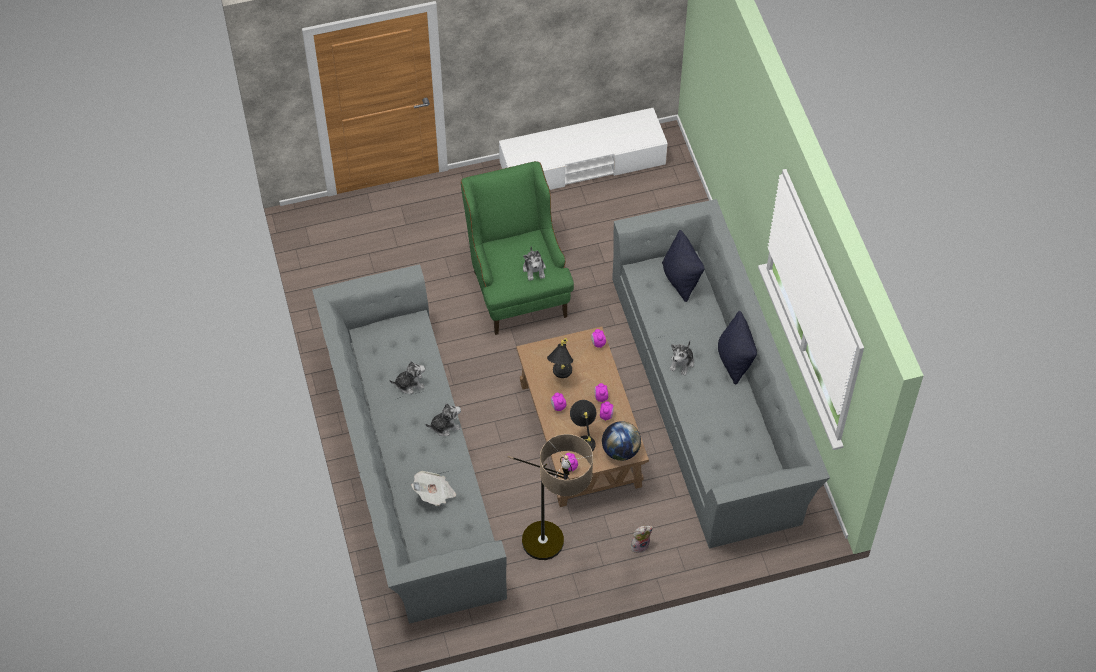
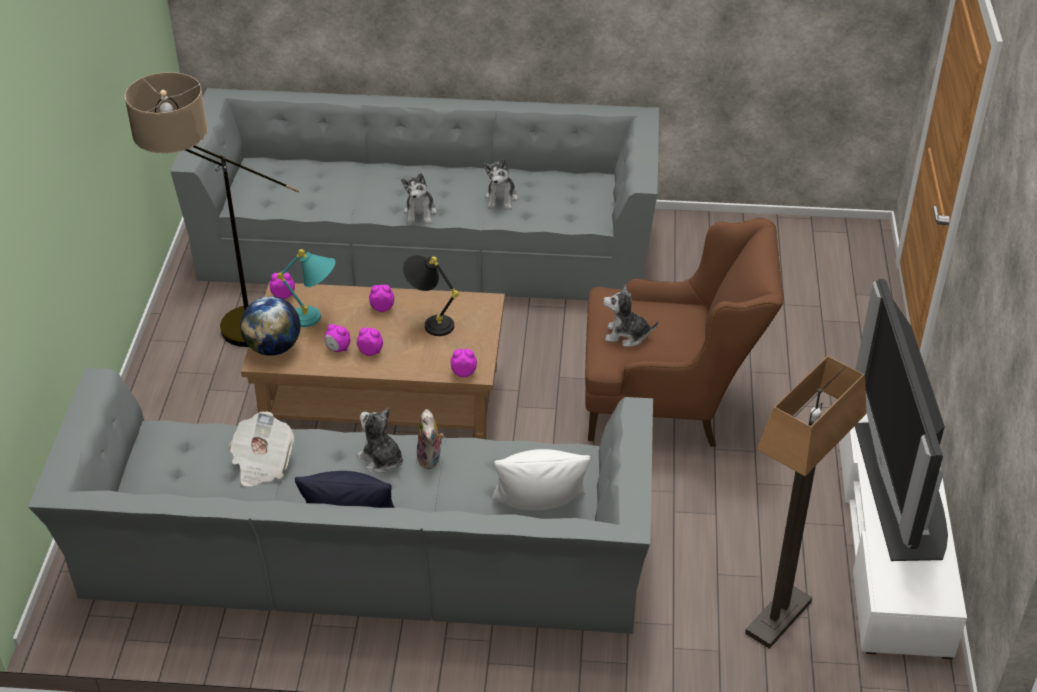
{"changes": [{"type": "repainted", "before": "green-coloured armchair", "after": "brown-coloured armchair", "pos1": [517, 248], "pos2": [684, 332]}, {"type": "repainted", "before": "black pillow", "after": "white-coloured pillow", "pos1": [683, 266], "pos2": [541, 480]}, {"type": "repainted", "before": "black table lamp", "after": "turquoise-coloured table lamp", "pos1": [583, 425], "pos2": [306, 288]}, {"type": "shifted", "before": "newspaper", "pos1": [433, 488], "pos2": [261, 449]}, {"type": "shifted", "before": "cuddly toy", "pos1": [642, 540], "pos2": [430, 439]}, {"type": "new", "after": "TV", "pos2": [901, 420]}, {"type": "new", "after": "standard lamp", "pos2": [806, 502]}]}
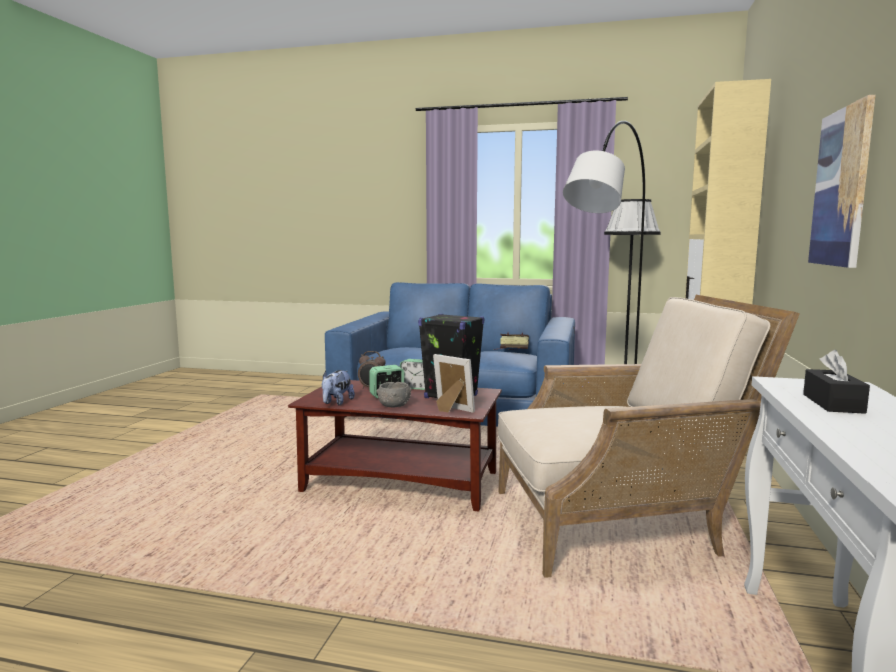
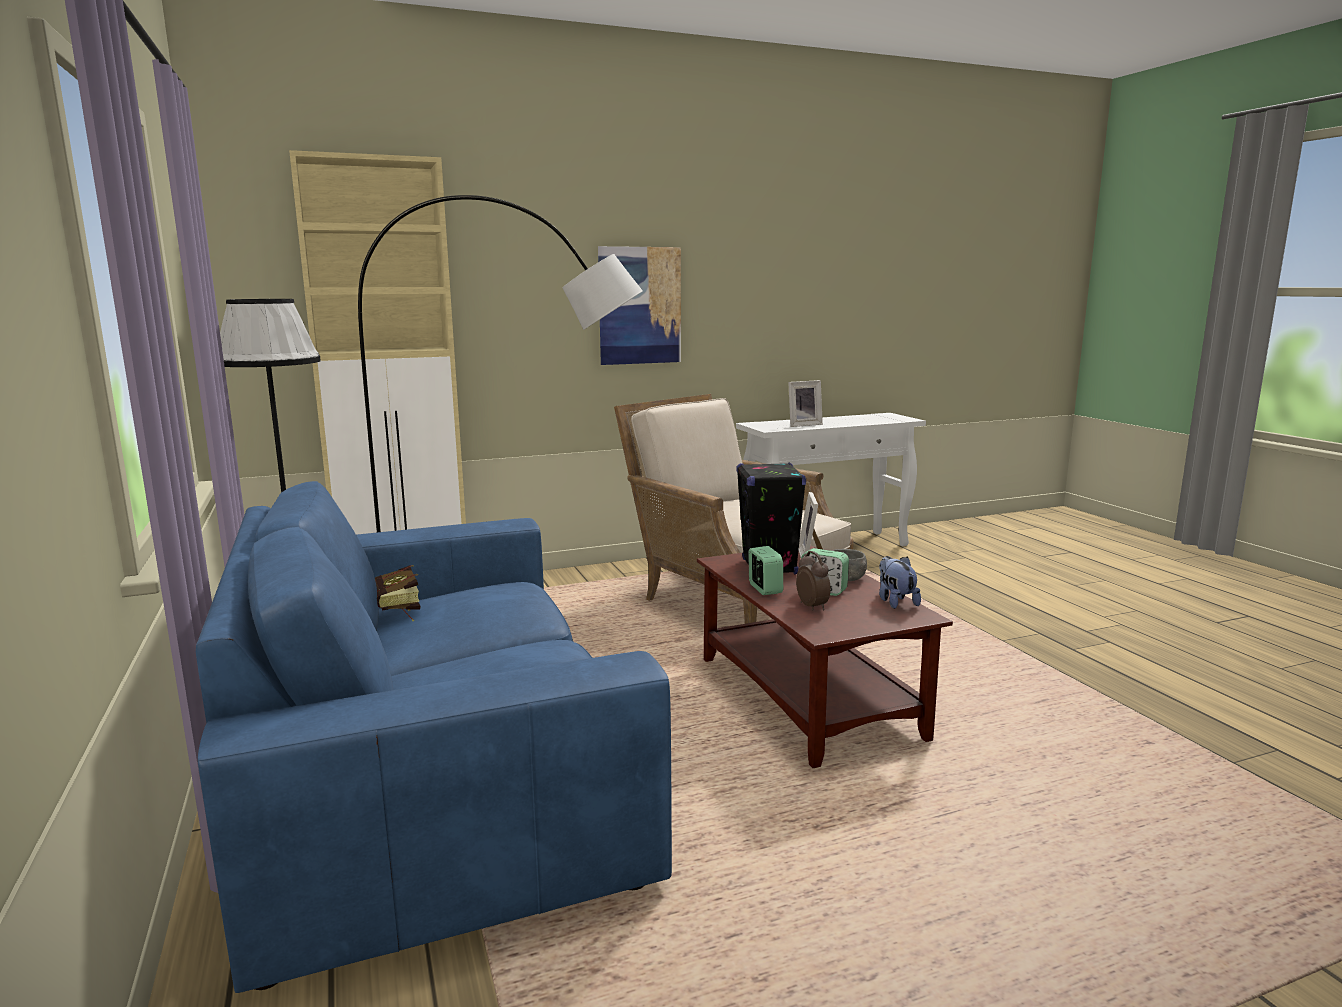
{"changes": [{"type": "swapped", "before": "black tissue box", "after": "photo frame", "pos1": [836, 382], "pos2": [805, 403]}, {"type": "rotated", "before": "cuddly toy", "pos1": [338, 387], "pos2": [900, 582], "turn": -90}]}
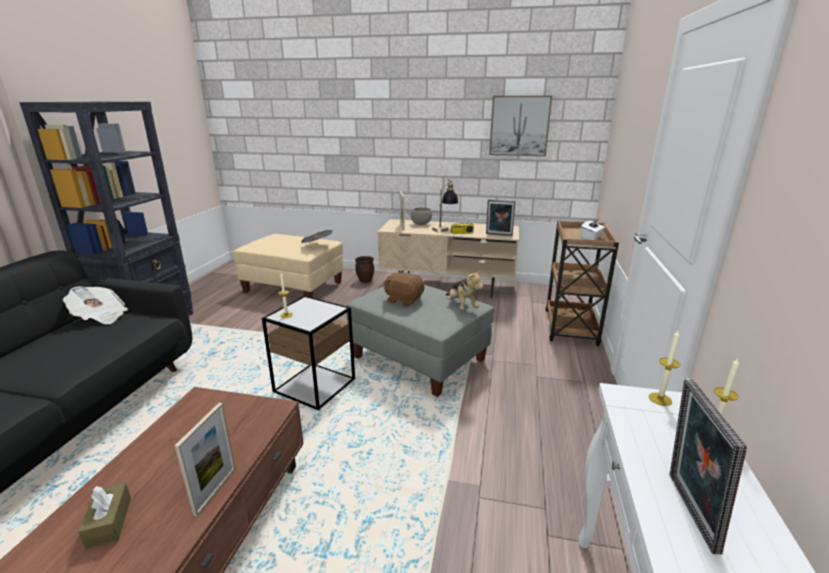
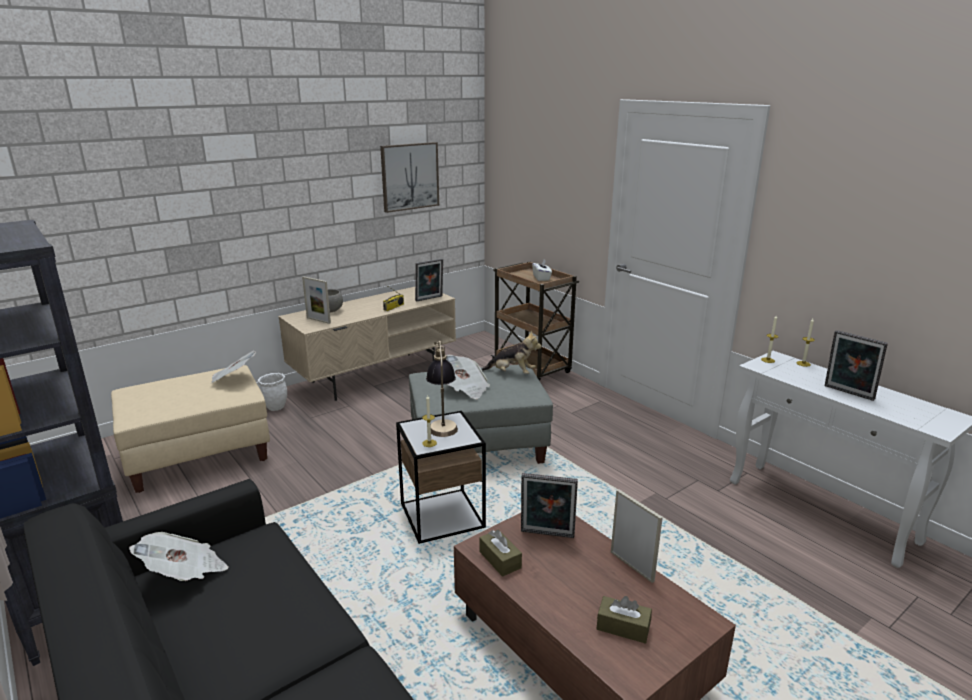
{"changes": [{"type": "shifted", "before": "table lamp", "pos1": [445, 205], "pos2": [442, 389]}, {"type": "repainted", "before": "brown-coloured flower pot", "after": "white-coloured flower pot", "pos1": [364, 269], "pos2": [272, 392]}, {"type": "swapped", "before": "brown-coloured cuddly toy", "after": "newspaper", "pos1": [404, 289], "pos2": [468, 377]}, {"type": "new", "after": "photo frame", "pos2": [549, 505]}, {"type": "new", "after": "brown-coloured tissue box", "pos2": [500, 553]}]}
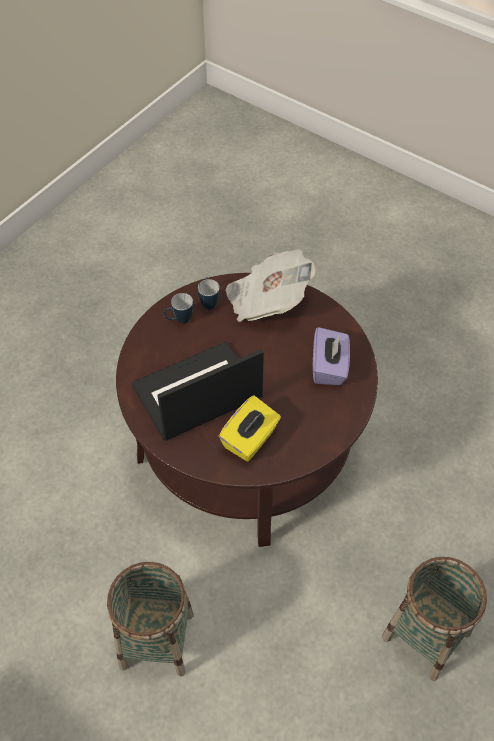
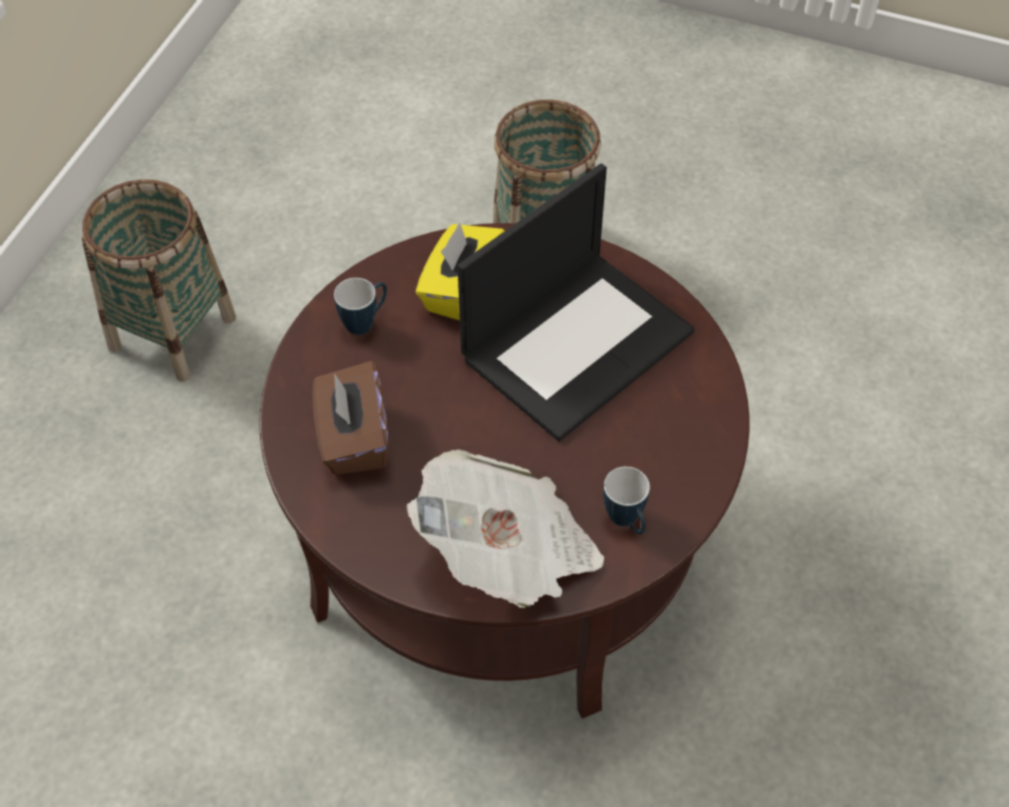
{"changes": [{"type": "shifted", "before": "mug", "pos1": [178, 308], "pos2": [360, 306]}, {"type": "repainted", "before": "purple-coloured tissue box", "after": "brown-coloured tissue box", "pos1": [331, 356], "pos2": [350, 418]}]}
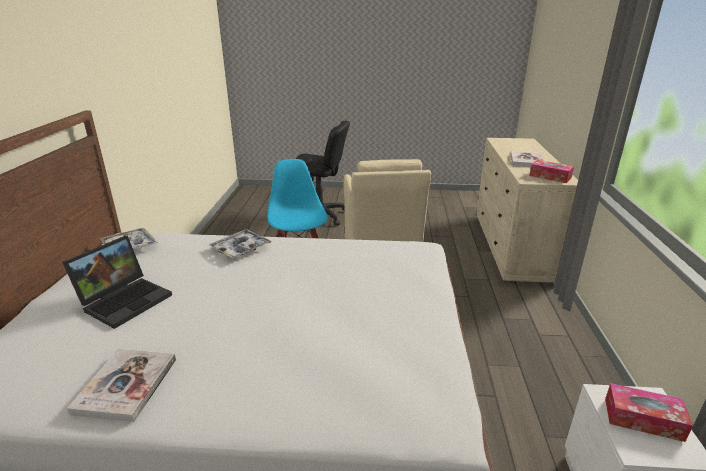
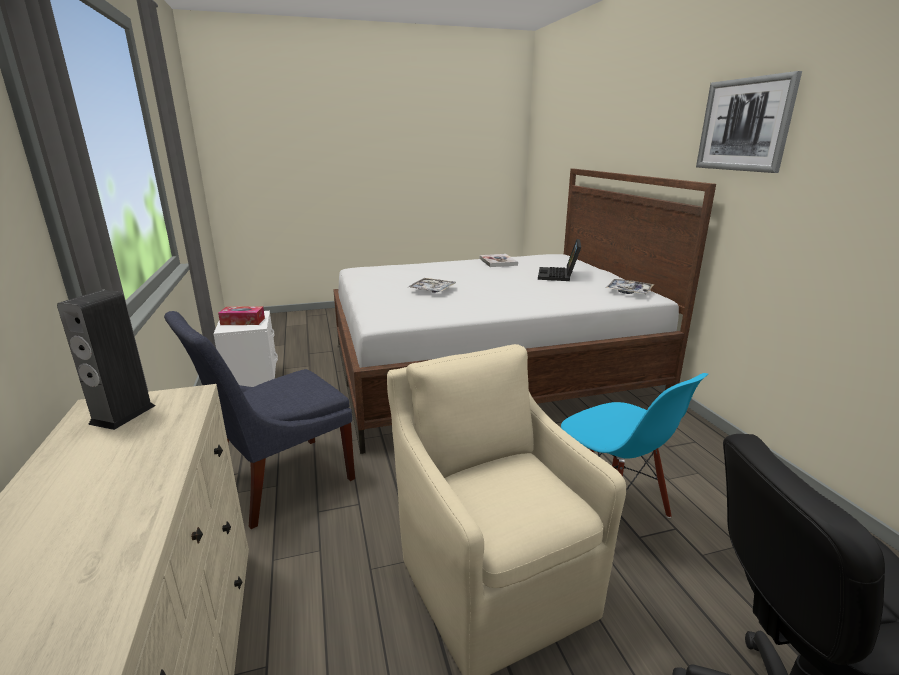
{"changes": [{"type": "gone", "before": "bound book", "pos1": [527, 159]}, {"type": "swapped", "before": "tissue box", "after": "audio speaker", "pos1": [552, 171], "pos2": [106, 360]}, {"type": "shifted", "before": "carrying tray", "pos1": [240, 244], "pos2": [431, 285]}, {"type": "new", "after": "wall picture", "pos2": [749, 122]}, {"type": "new", "after": "blue-coloured plain chair", "pos2": [259, 420]}]}
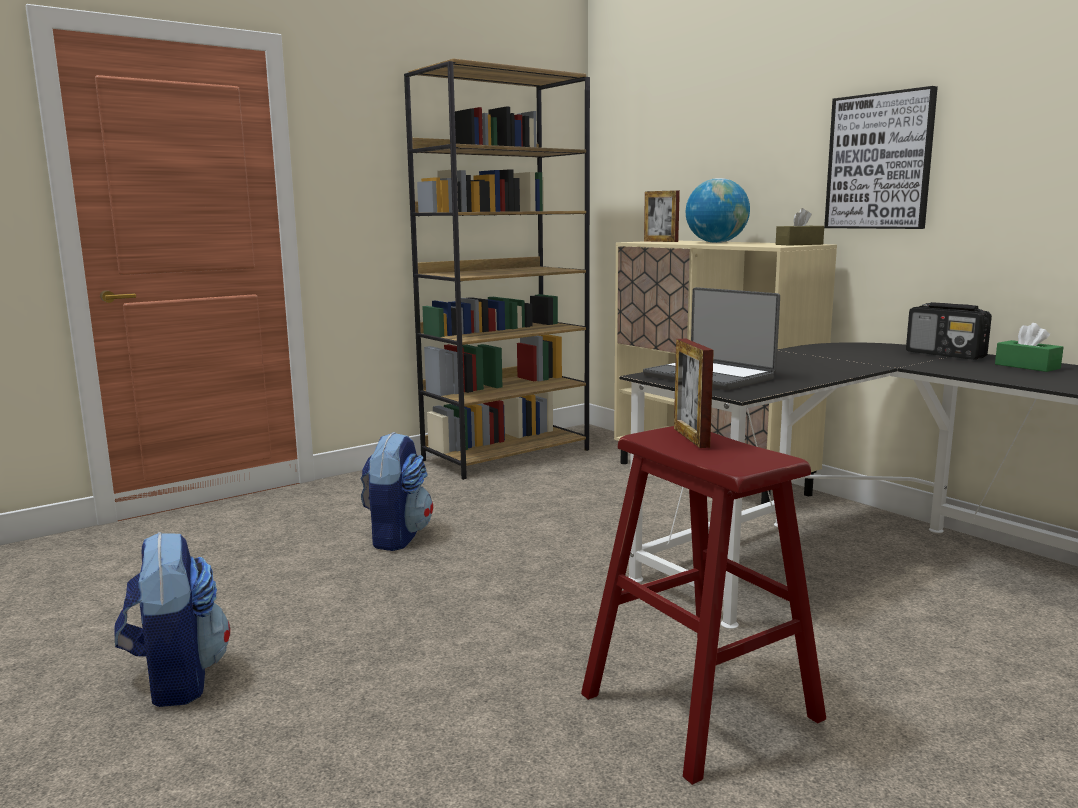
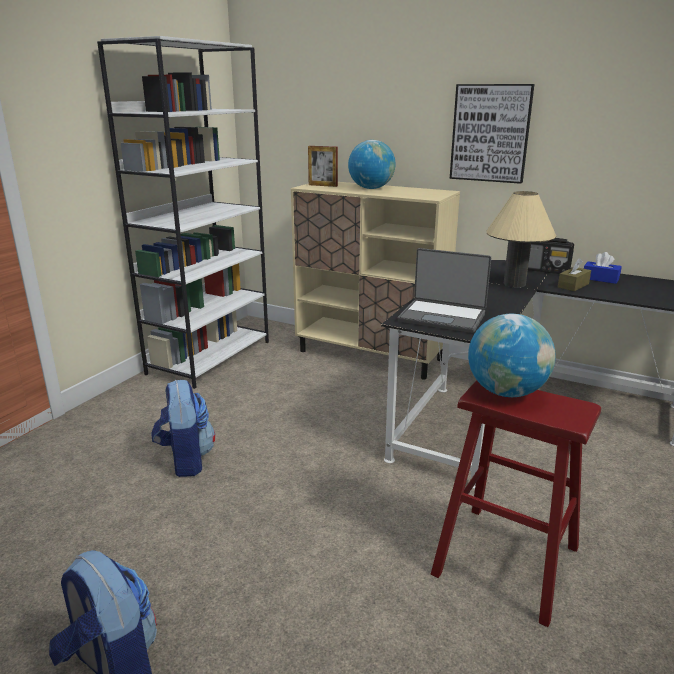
{"changes": [{"type": "repainted", "before": "brown-coloured bookshelf", "after": "white-coloured bookshelf", "pos1": [497, 269], "pos2": [183, 212]}, {"type": "shifted", "before": "brown-coloured tissue box", "pos1": [800, 227], "pos2": [574, 274]}, {"type": "repainted", "before": "green-coloured tissue box", "after": "blue-coloured tissue box", "pos1": [1029, 347], "pos2": [603, 268]}, {"type": "swapped", "before": "photo frame", "after": "world globe", "pos1": [694, 393], "pos2": [512, 355]}, {"type": "new", "after": "beige-coloured table lamp", "pos2": [521, 239]}]}
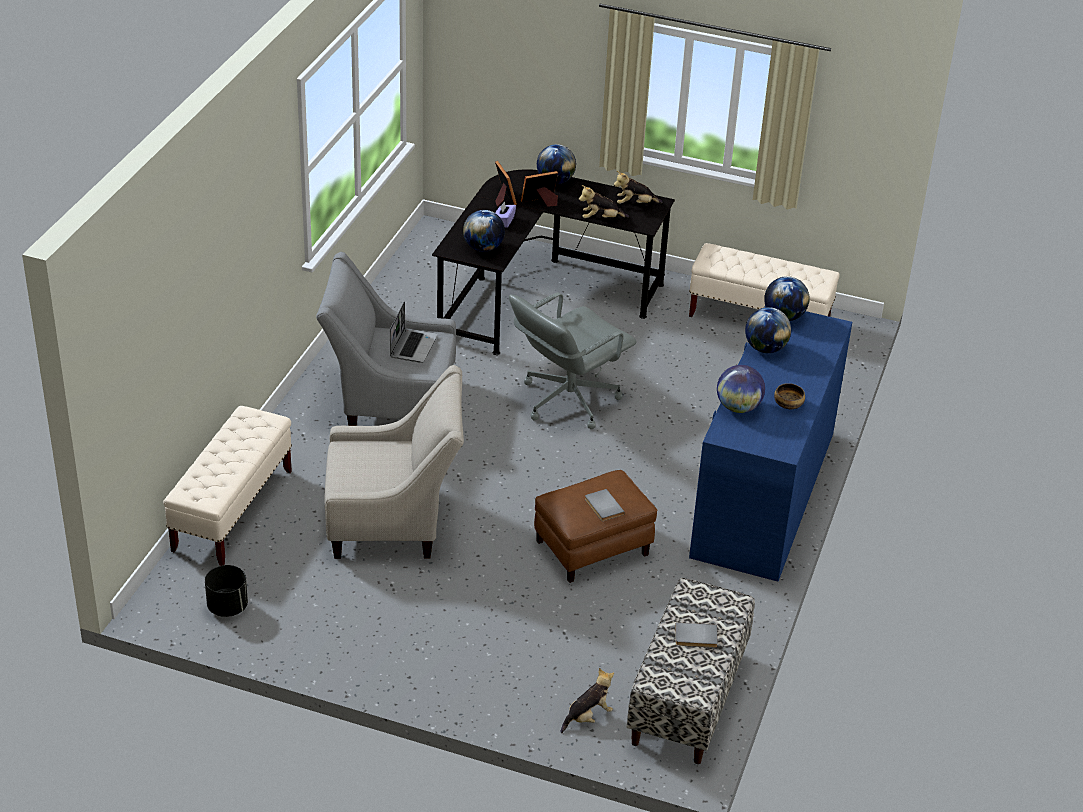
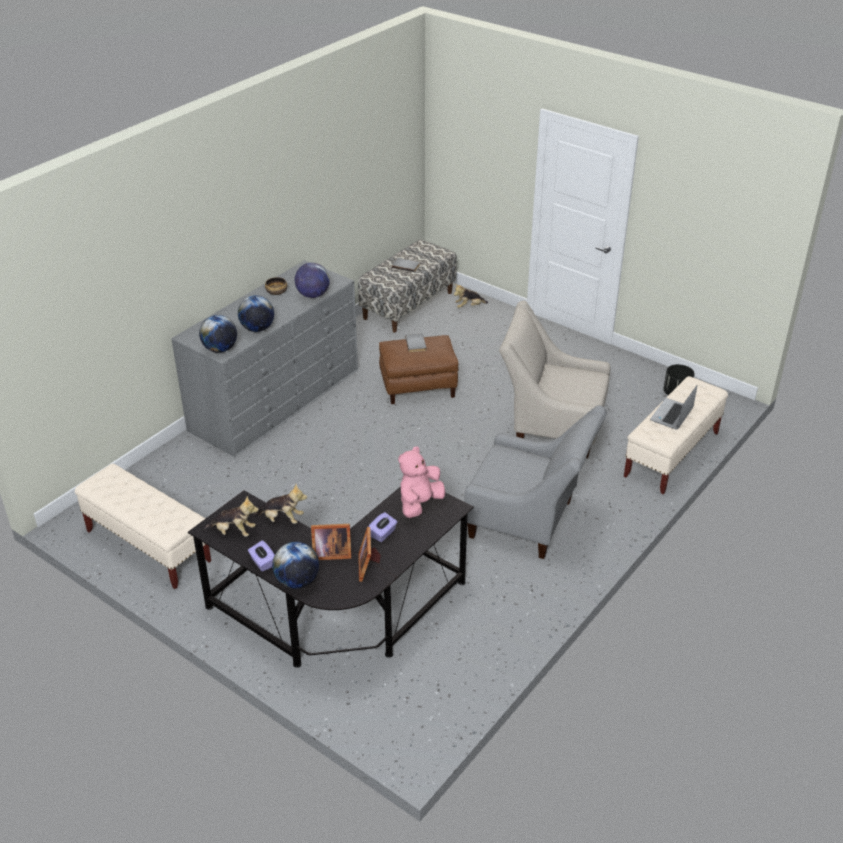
{"changes": [{"type": "swapped", "before": "world globe", "after": "pinkish cuddly toy", "pos1": [484, 231], "pos2": [421, 482]}, {"type": "gone", "before": "greyish desk chair", "pos1": [573, 360]}, {"type": "shifted", "before": "notebook computer", "pos1": [413, 332], "pos2": [673, 407]}, {"type": "repainted", "before": "blue-coloured drawer chest", "after": "greyish drawer chest", "pos1": [770, 444], "pos2": [264, 358]}, {"type": "new", "after": "purple-coloured tissue box", "pos2": [261, 556]}]}
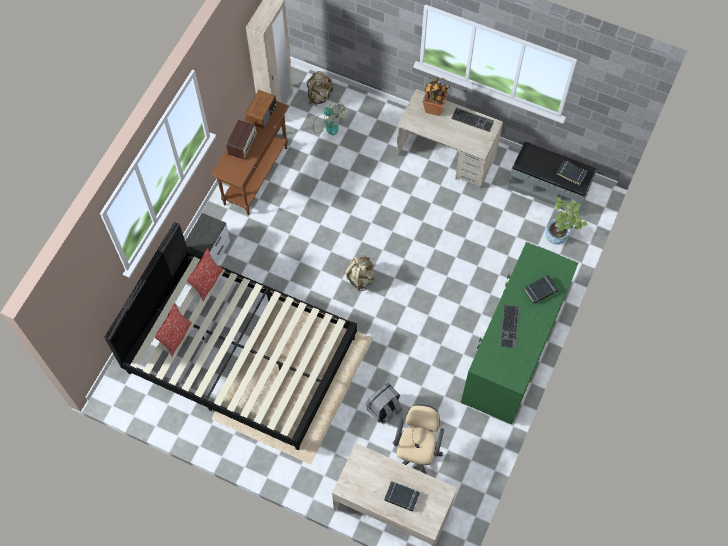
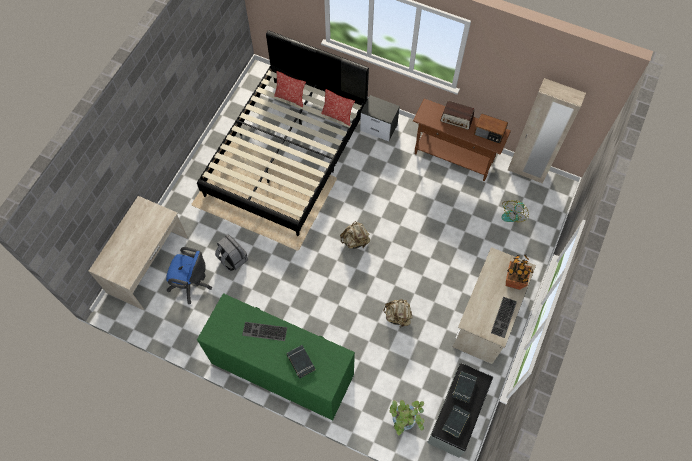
{"changes": [{"type": "shifted", "before": "beige-coloured rucksack", "pos1": [320, 88], "pos2": [398, 313]}, {"type": "repainted", "before": "beige-coloured desk chair", "after": "blue-coloured desk chair", "pos1": [418, 439], "pos2": [189, 275]}, {"type": "shifted", "before": "black bound book", "pos1": [402, 496], "pos2": [464, 387]}]}
